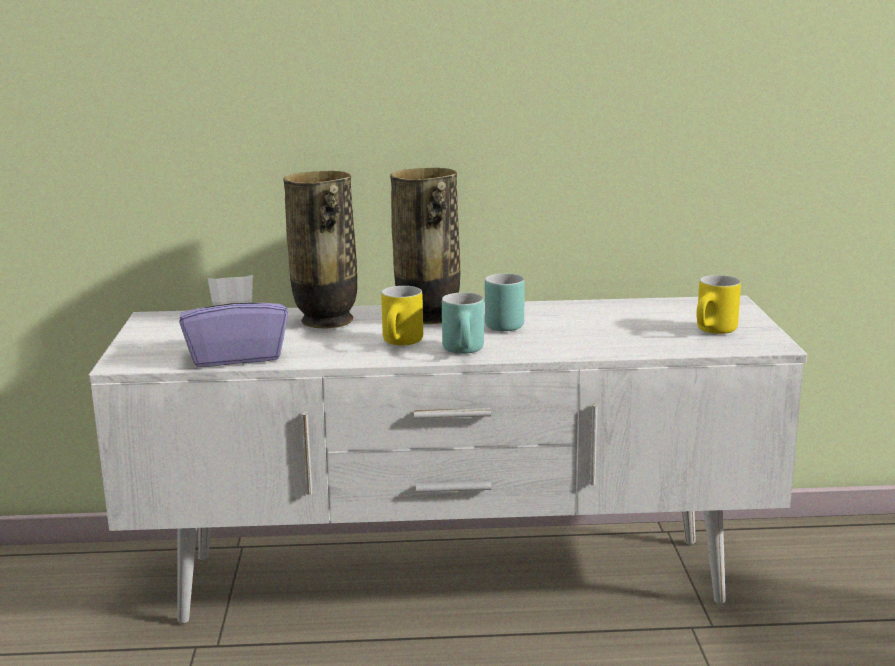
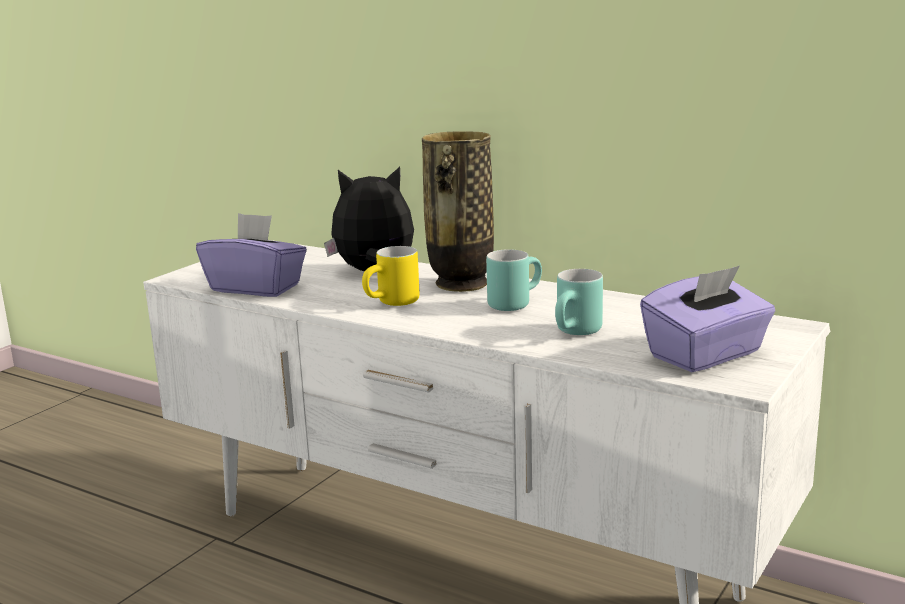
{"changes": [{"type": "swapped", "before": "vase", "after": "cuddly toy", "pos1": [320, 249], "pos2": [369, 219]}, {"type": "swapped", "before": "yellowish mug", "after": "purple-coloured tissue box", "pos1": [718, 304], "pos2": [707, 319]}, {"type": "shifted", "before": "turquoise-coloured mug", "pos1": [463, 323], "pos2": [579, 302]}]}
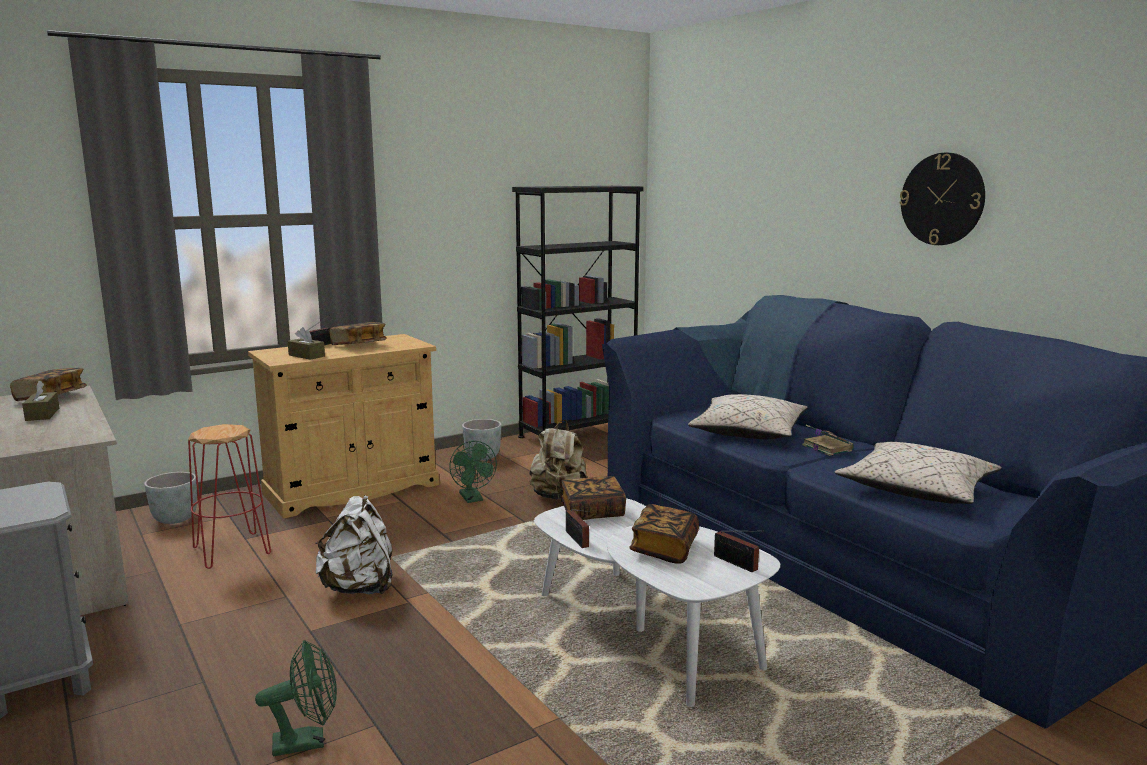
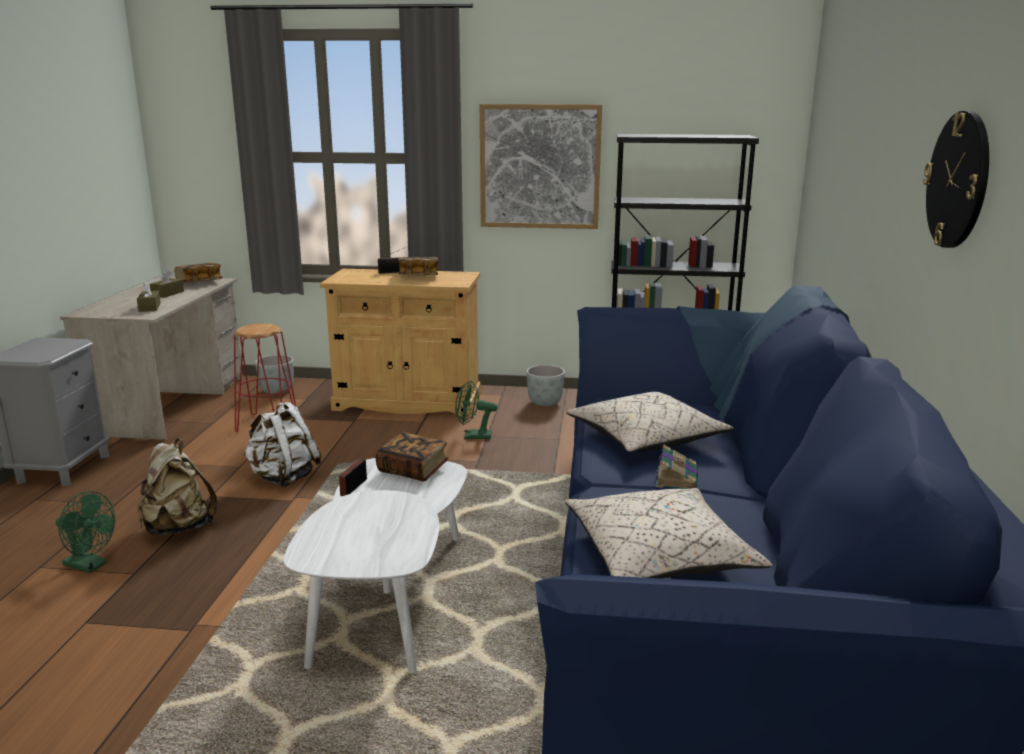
{"changes": [{"type": "shifted", "before": "brown-coloured tissue box", "pos1": [306, 343], "pos2": [149, 297]}, {"type": "shifted", "before": "beige-coloured rucksack", "pos1": [558, 461], "pos2": [178, 487]}, {"type": "rotated", "before": "green-coloured cooling fan", "pos1": [473, 472], "pos2": [476, 409], "turn": 75}, {"type": "gone", "before": "bound book", "pos1": [664, 534]}, {"type": "gone", "before": "radio receiver", "pos1": [739, 551]}, {"type": "new", "after": "wall picture", "pos2": [541, 166]}]}
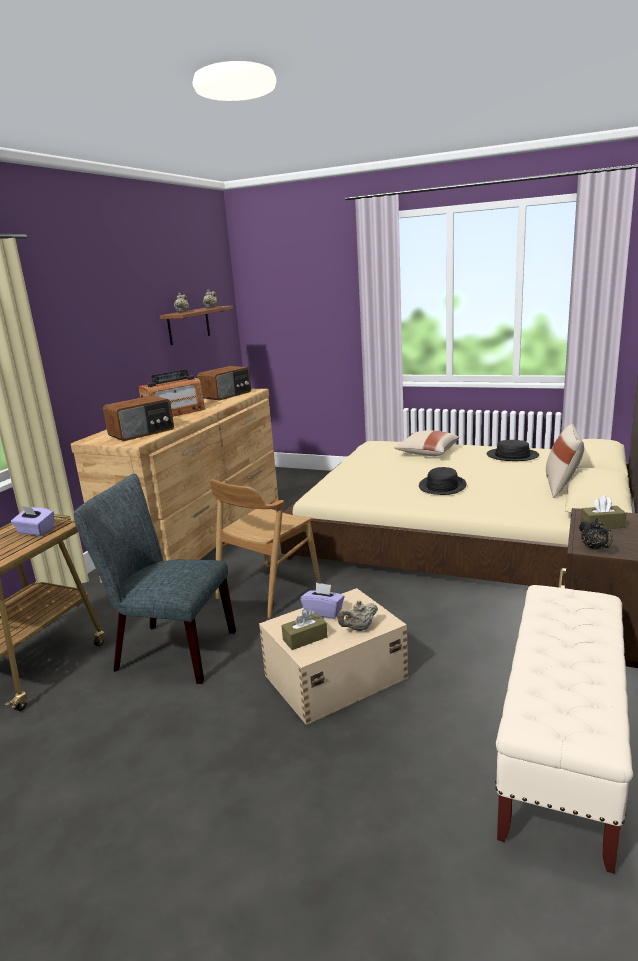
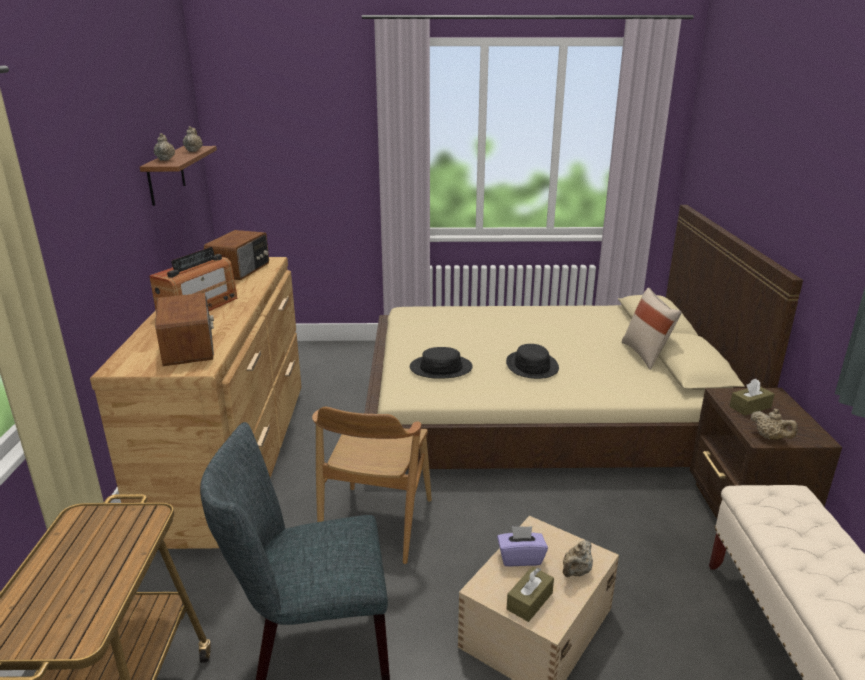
{"changes": [{"type": "rotated", "before": "radio receiver", "pos1": [138, 418], "pos2": [184, 329], "turn": -45}, {"type": "gone", "before": "beige-coloured pillow", "pos1": [426, 443]}, {"type": "shifted", "before": "black wearable hat", "pos1": [513, 450], "pos2": [441, 363]}, {"type": "gone", "before": "purple-coloured tissue box", "pos1": [32, 521]}, {"type": "repainted", "before": "black pot for tea", "after": "beige-coloured pot for tea", "pos1": [596, 534], "pos2": [774, 424]}]}
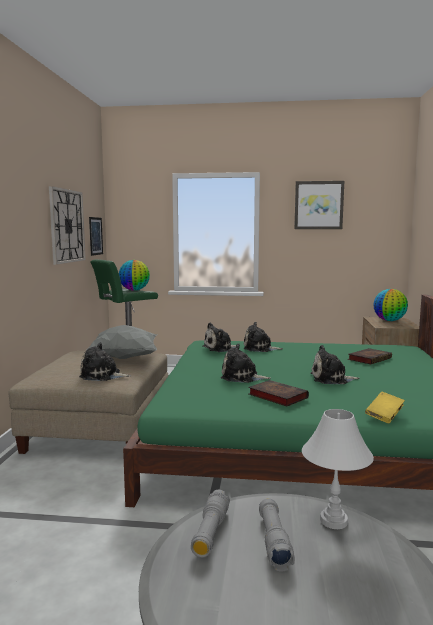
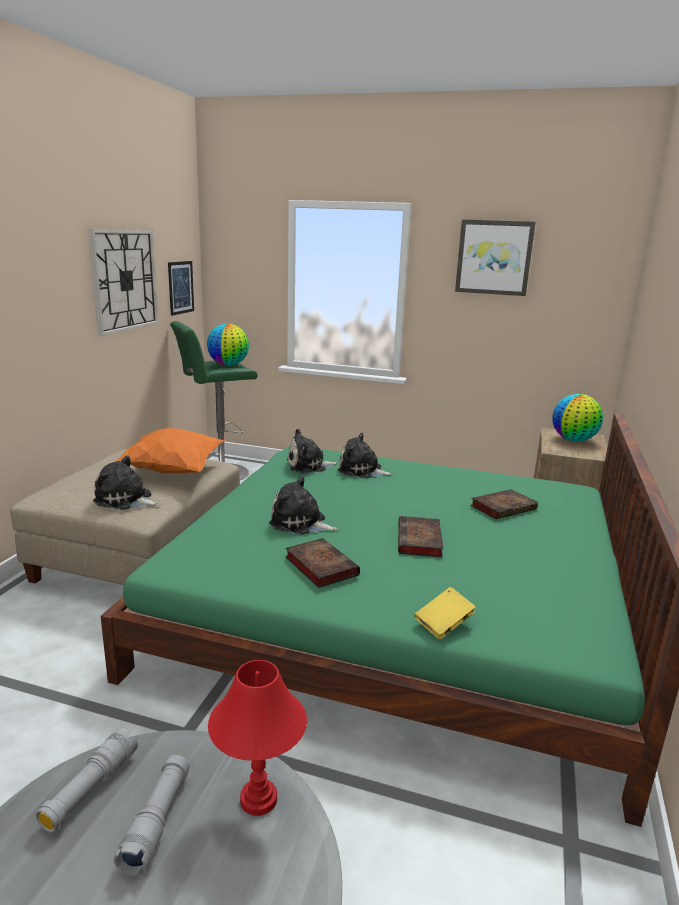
{"changes": [{"type": "repainted", "before": "greyish pillow", "after": "orange pillow", "pos1": [122, 342], "pos2": [170, 450]}, {"type": "swapped", "before": "cuddly toy", "after": "bound book", "pos1": [335, 364], "pos2": [420, 537]}, {"type": "repainted", "before": "white-coloured table lamp", "after": "red-coloured table lamp", "pos1": [338, 469], "pos2": [257, 738]}]}
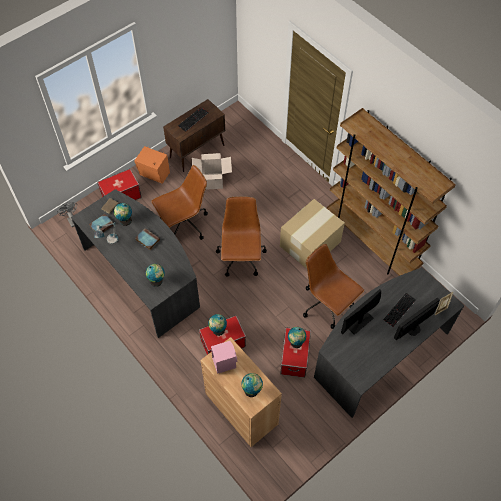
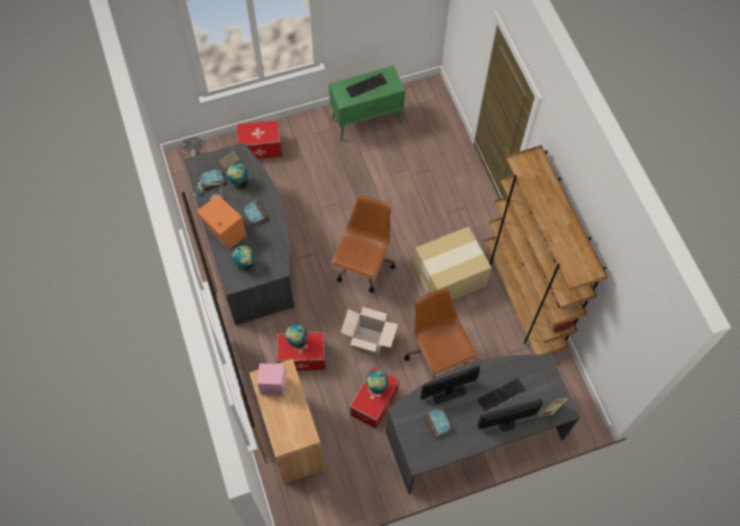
{"changes": [{"type": "repainted", "before": "brown-coloured storage cabinet", "after": "green-coloured storage cabinet", "pos1": [194, 135], "pos2": [367, 103]}, {"type": "shifted", "before": "orange audio speaker", "pos1": [152, 165], "pos2": [221, 221]}, {"type": "shifted", "before": "packing box", "pos1": [212, 171], "pos2": [369, 331]}, {"type": "gone", "before": "brown-coloured desk chair", "pos1": [179, 202]}, {"type": "gone", "before": "world globe", "pos1": [252, 385]}, {"type": "new", "after": "bound book", "pos2": [437, 423]}]}
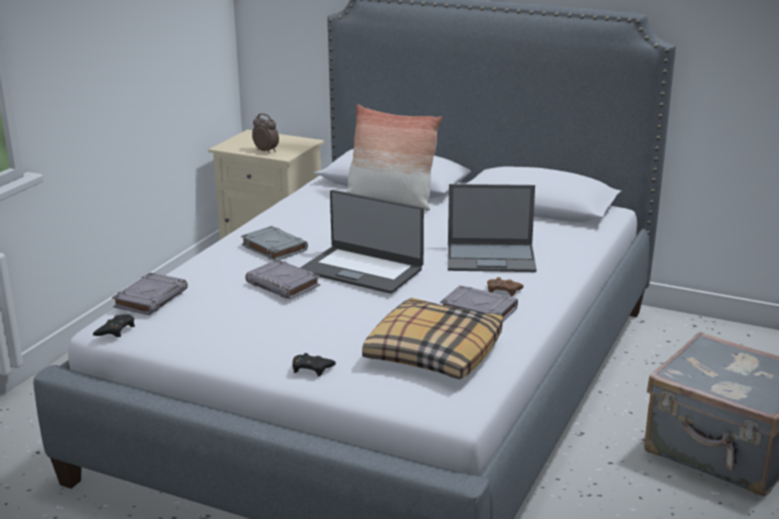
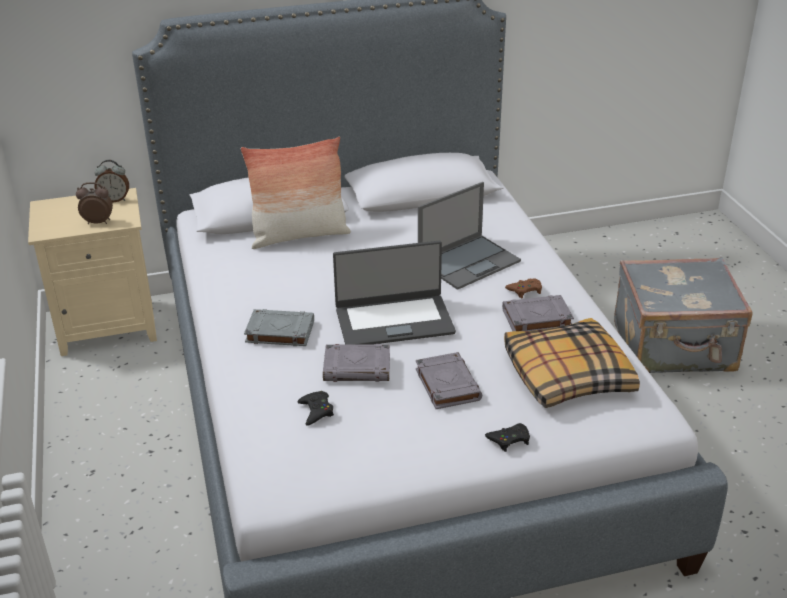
{"changes": [{"type": "shifted", "before": "greyish bound book", "pos1": [150, 294], "pos2": [449, 380]}, {"type": "shifted", "before": "black game controller", "pos1": [114, 325], "pos2": [316, 408]}, {"type": "new", "after": "table clock", "pos2": [112, 181]}]}
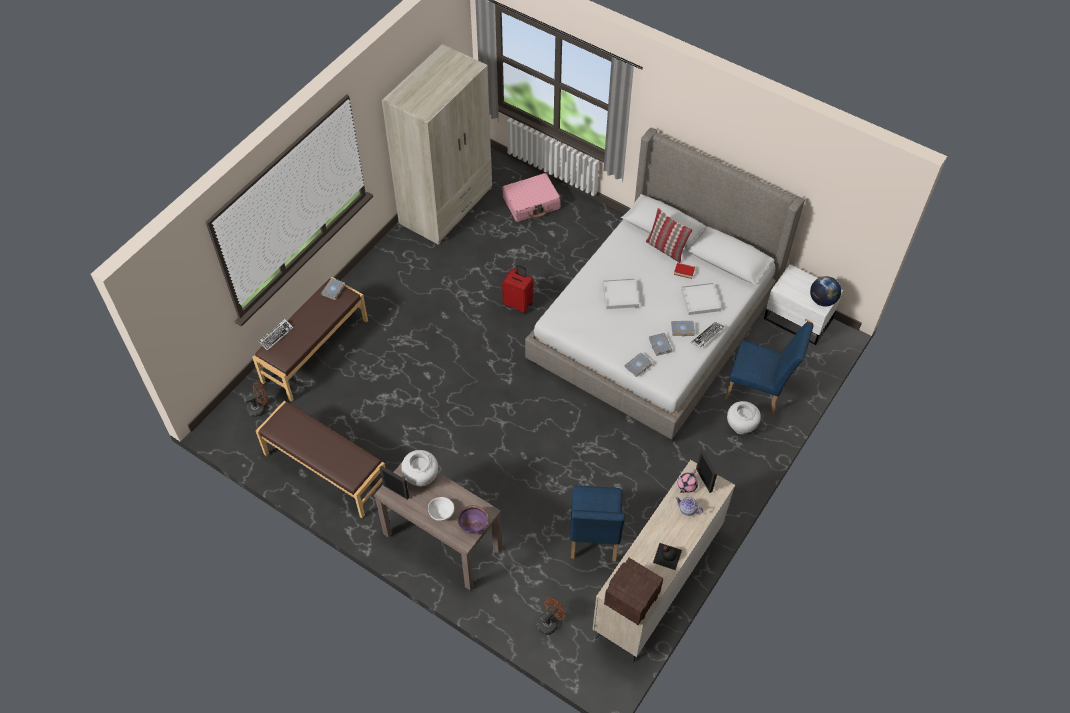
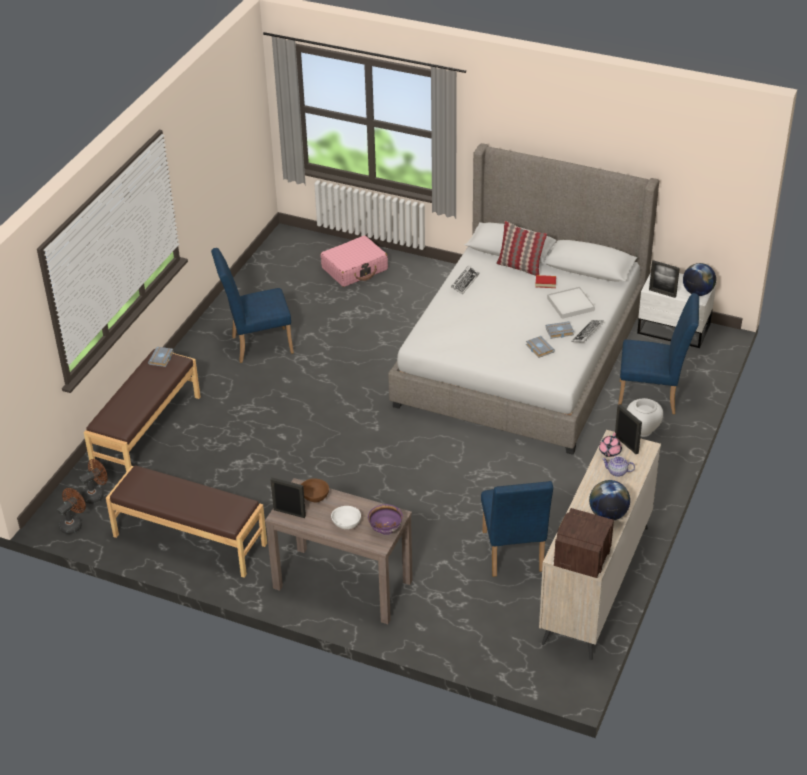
{"changes": [{"type": "gone", "before": "beige-coloured wardrobe", "pos1": [437, 144]}, {"type": "gone", "before": "red-coloured piece of luggage", "pos1": [517, 290]}, {"type": "gone", "before": "white-coloured carrying tray", "pos1": [621, 293]}, {"type": "shifted", "before": "PC keyboard", "pos1": [275, 335], "pos2": [465, 280]}, {"type": "gone", "before": "greyish bound book", "pos1": [639, 365]}, {"type": "swapped", "before": "white-coloured vase", "after": "brown-coloured deep dish", "pos1": [419, 468], "pos2": [315, 490]}, {"type": "swapped", "before": "black drink bottle", "after": "world globe", "pos1": [667, 556], "pos2": [609, 500]}, {"type": "shifted", "before": "brown-coloured cooling fan", "pos1": [551, 616], "pos2": [71, 511]}, {"type": "new", "after": "blue-coloured plain chair", "pos2": [252, 305]}, {"type": "new", "after": "photo frame", "pos2": [664, 279]}]}
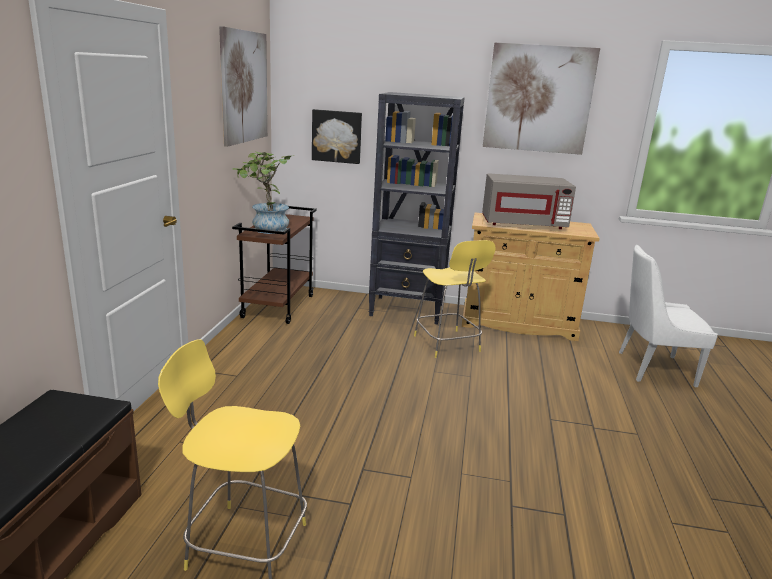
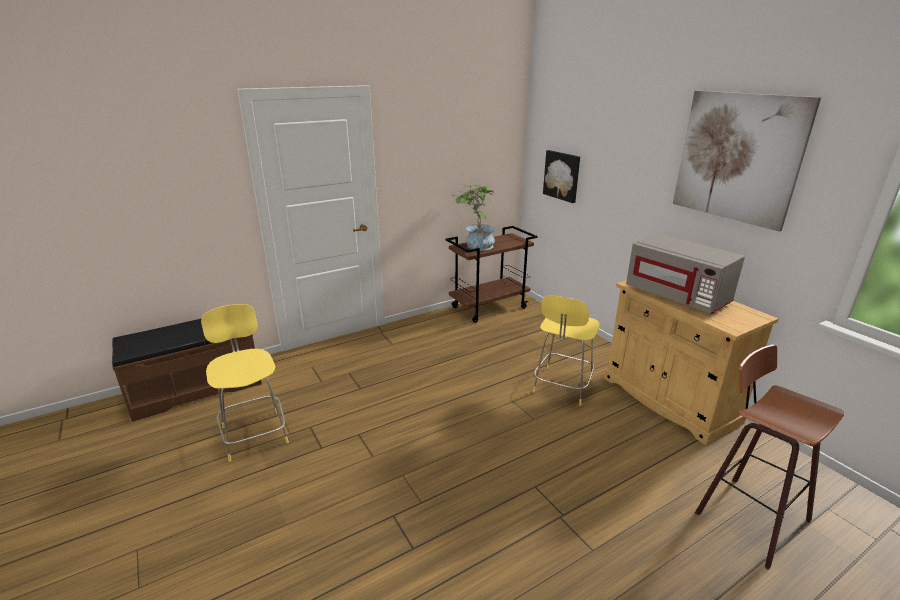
{"changes": [{"type": "gone", "before": "wall picture", "pos1": [243, 86]}, {"type": "gone", "before": "black bookshelf", "pos1": [417, 208]}, {"type": "swapped", "before": "white-coloured plain chair", "after": "sitting stool", "pos1": [668, 316], "pos2": [769, 457]}]}
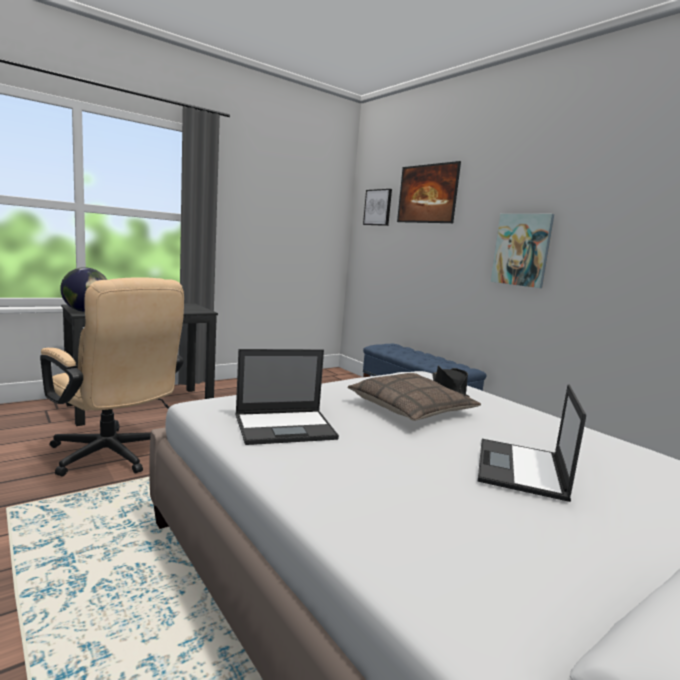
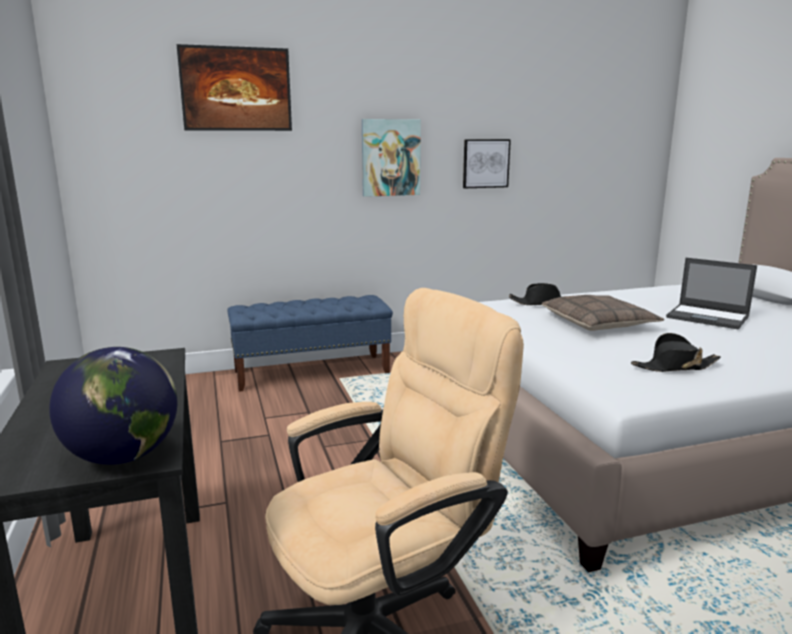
{"changes": [{"type": "shifted", "before": "wall picture", "pos1": [377, 207], "pos2": [487, 163]}, {"type": "swapped", "before": "notebook computer", "after": "black wearable hat", "pos1": [287, 397], "pos2": [676, 352]}]}
